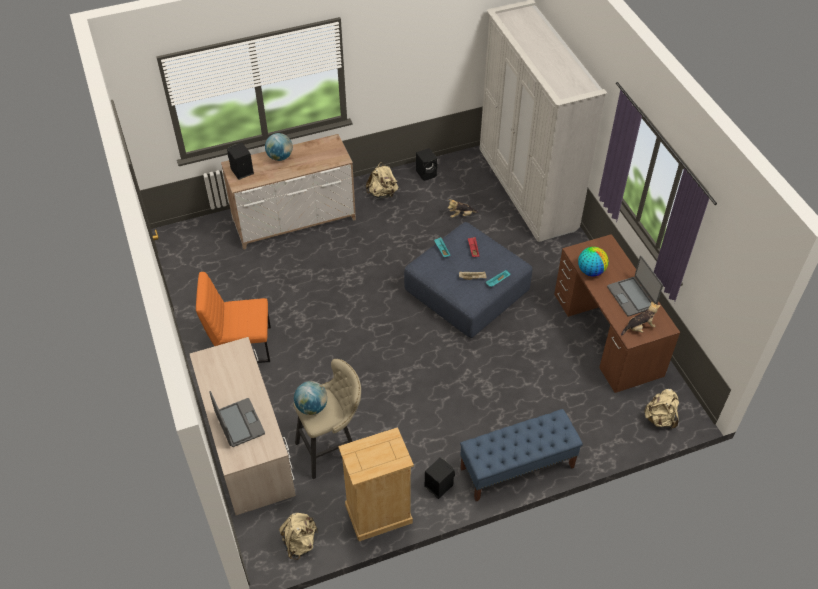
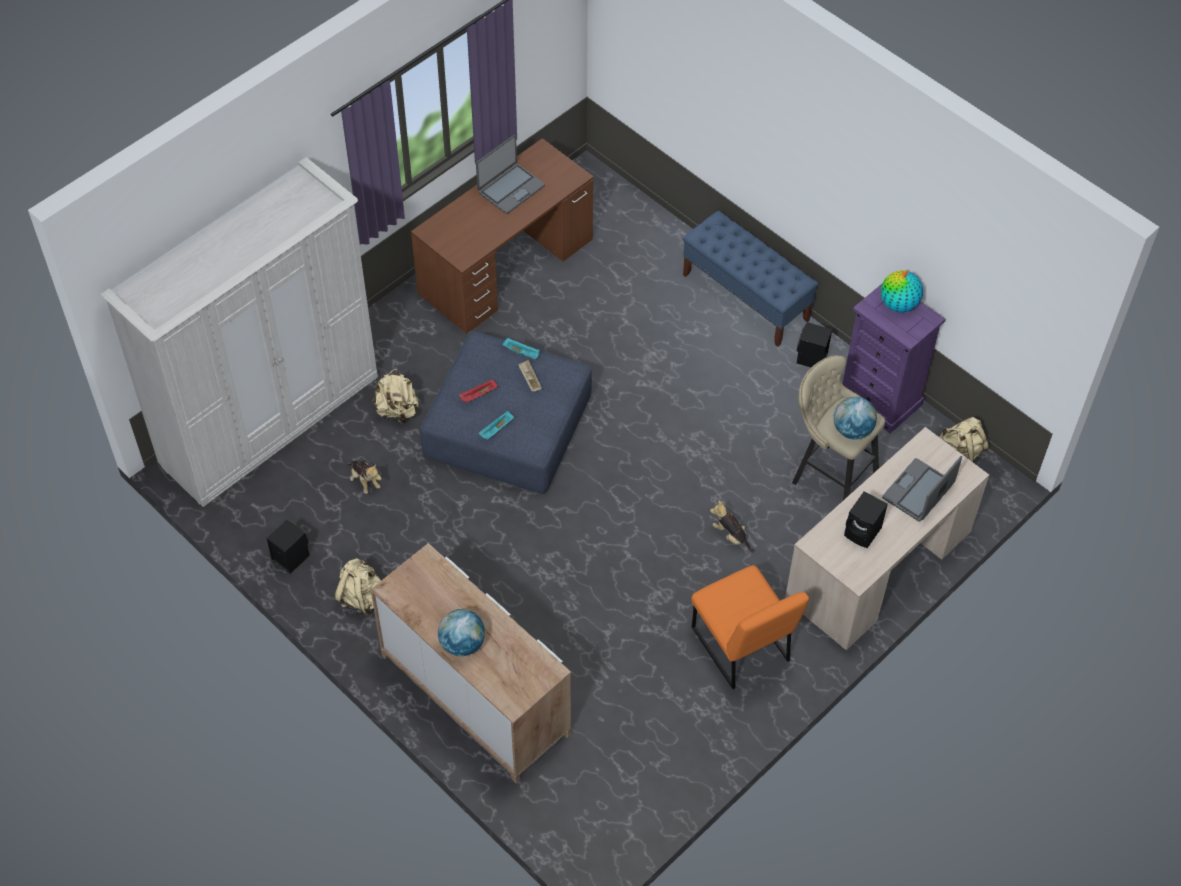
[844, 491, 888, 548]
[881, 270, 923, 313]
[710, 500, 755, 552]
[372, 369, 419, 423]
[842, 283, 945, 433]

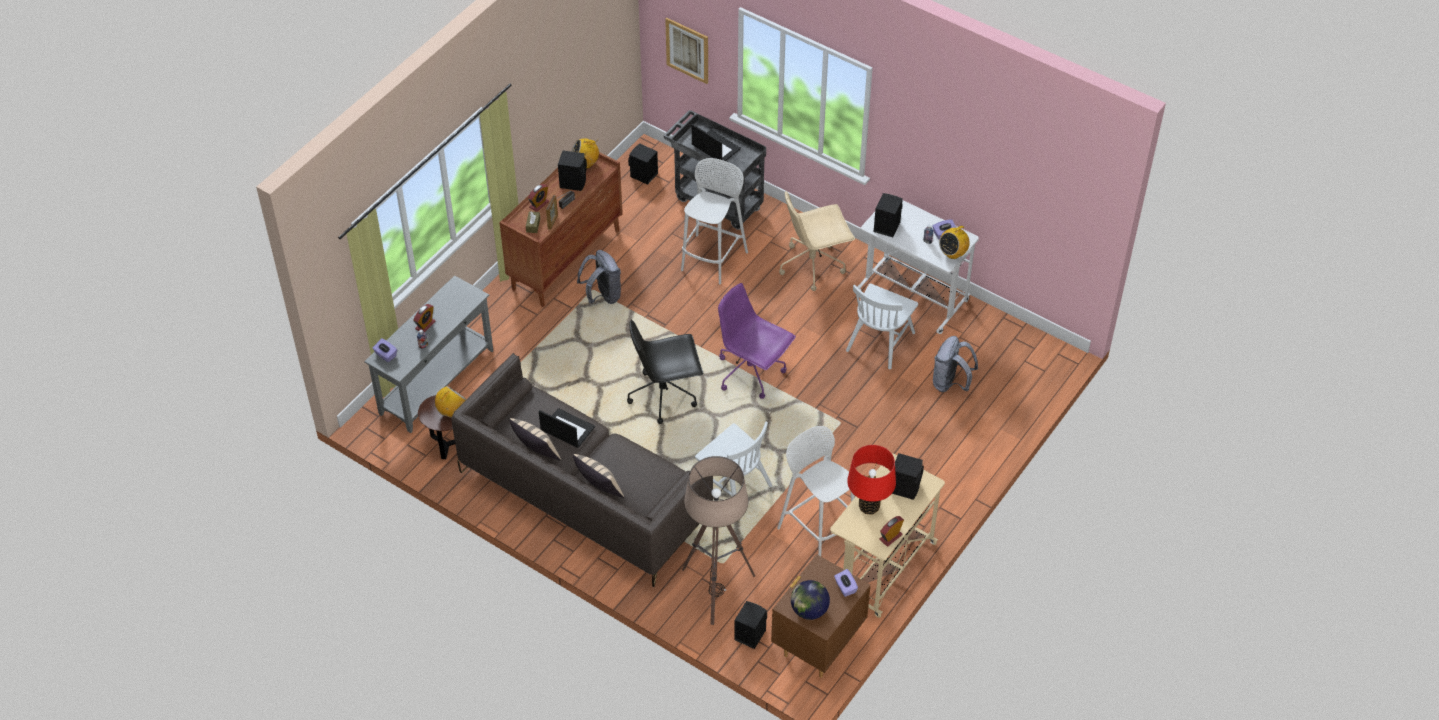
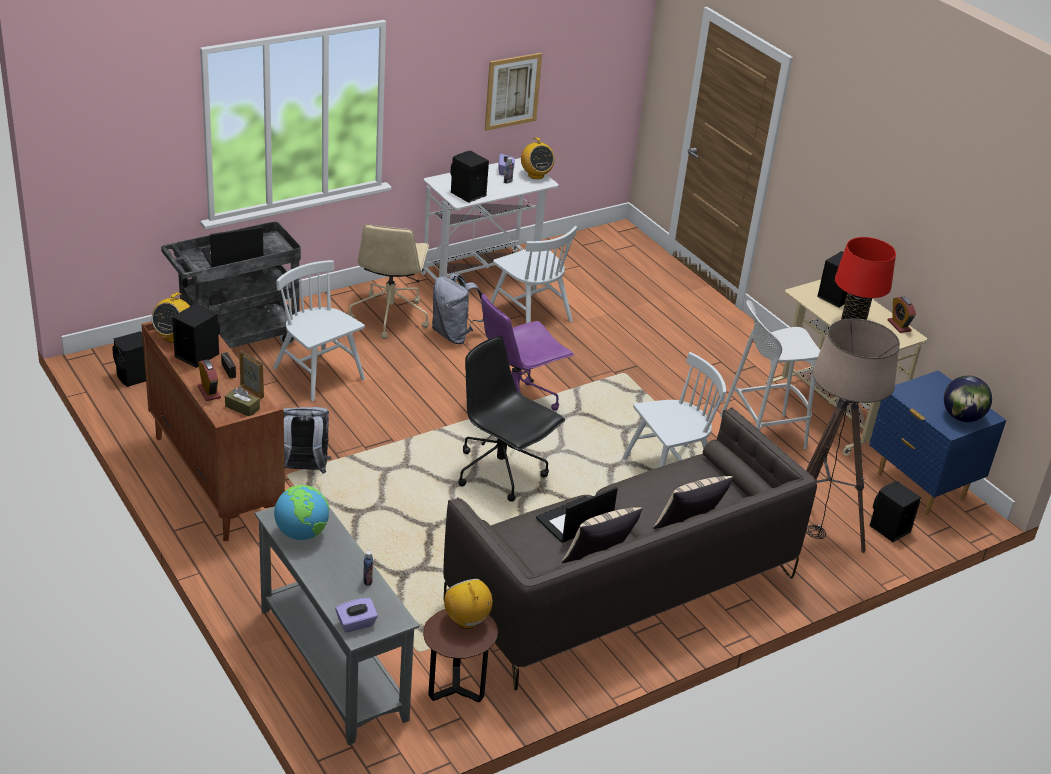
[485, 53, 542, 131]
[273, 260, 365, 401]
[413, 304, 435, 332] (first image)
[459, 336, 565, 502]
[432, 274, 484, 344]
[869, 370, 1006, 515]
[834, 569, 858, 597] (first image)
[274, 485, 329, 540]

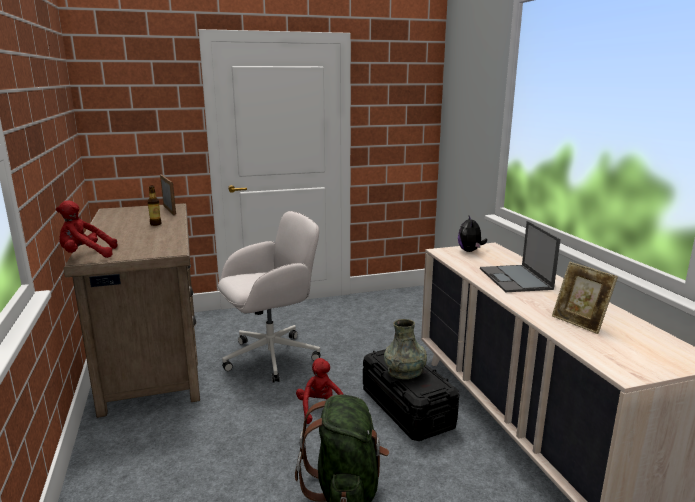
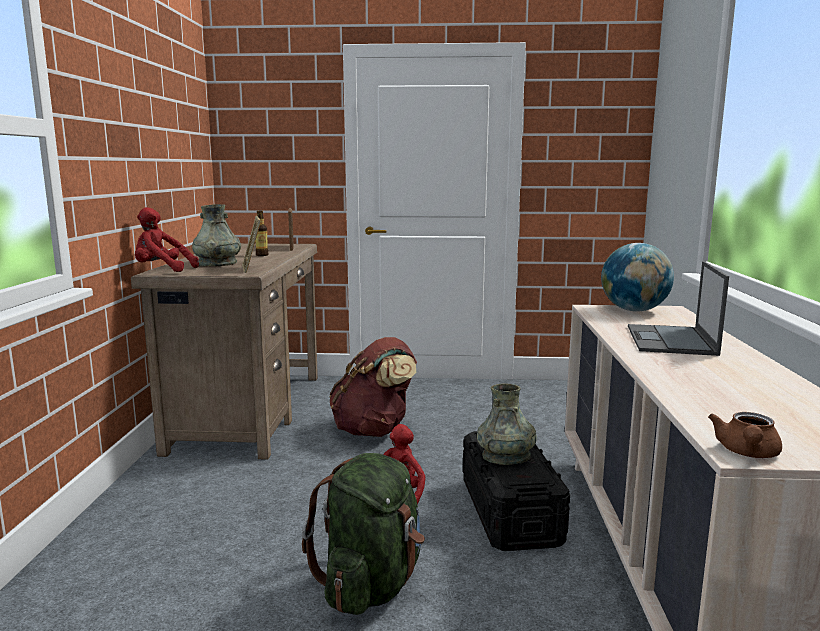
[330, 337, 417, 437]
[601, 243, 674, 312]
[242, 216, 261, 273]
[192, 204, 241, 267]
[708, 412, 782, 458]

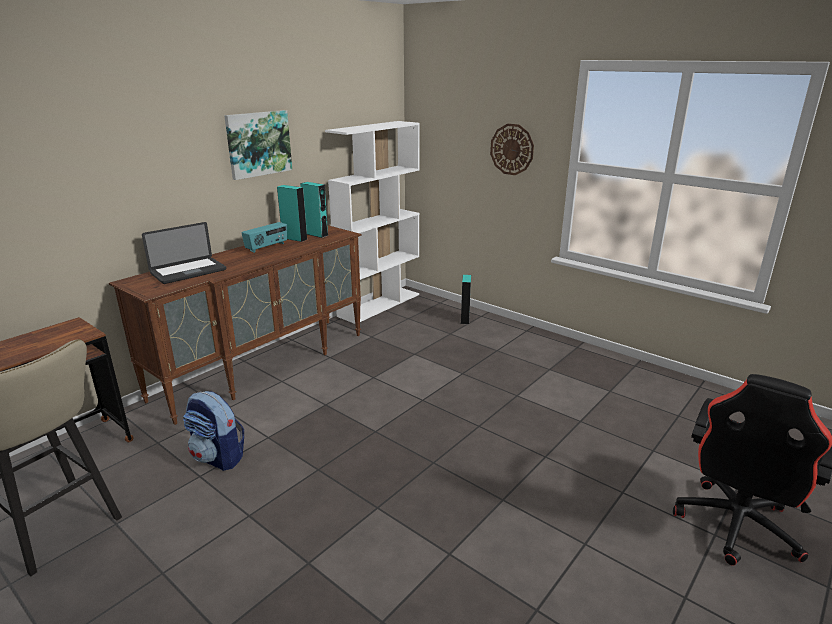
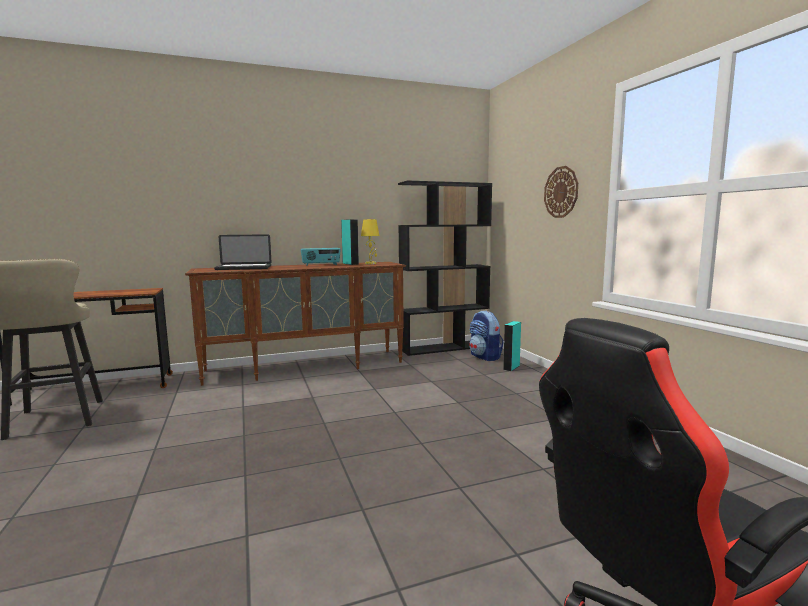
[224, 110, 292, 180] (first image)
[398, 181, 492, 356]
[361, 219, 379, 264]
[469, 311, 504, 361]

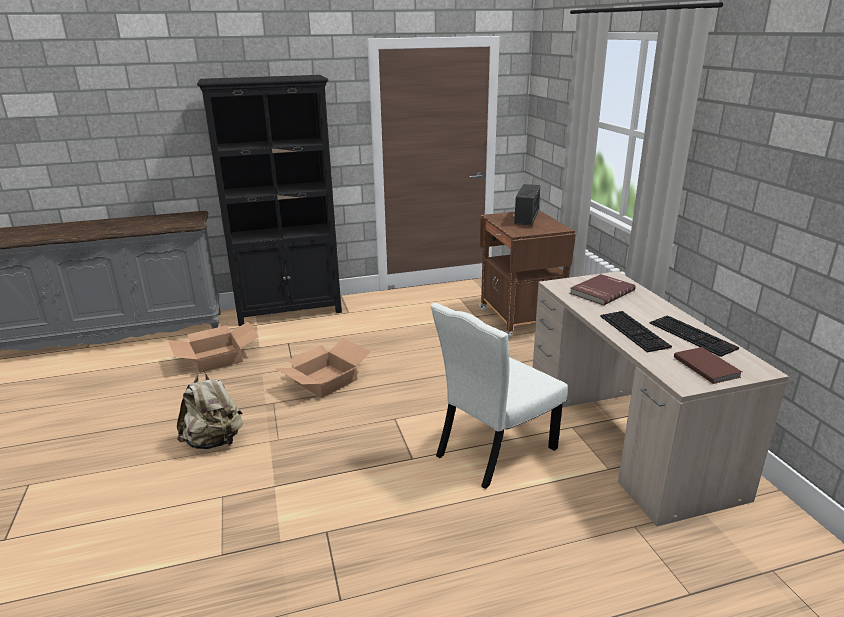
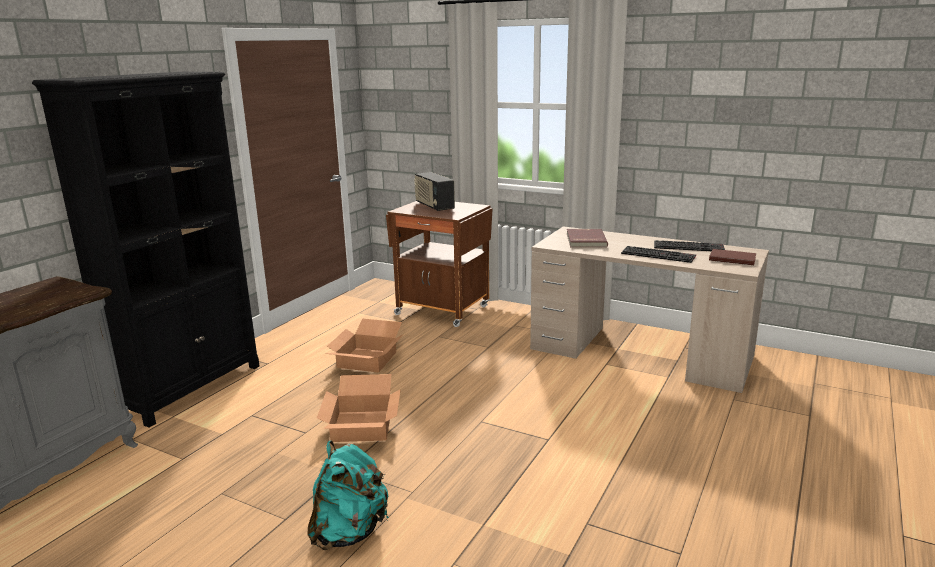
[431, 303, 568, 489] (first image)
[325, 319, 403, 373]
[307, 440, 389, 550]

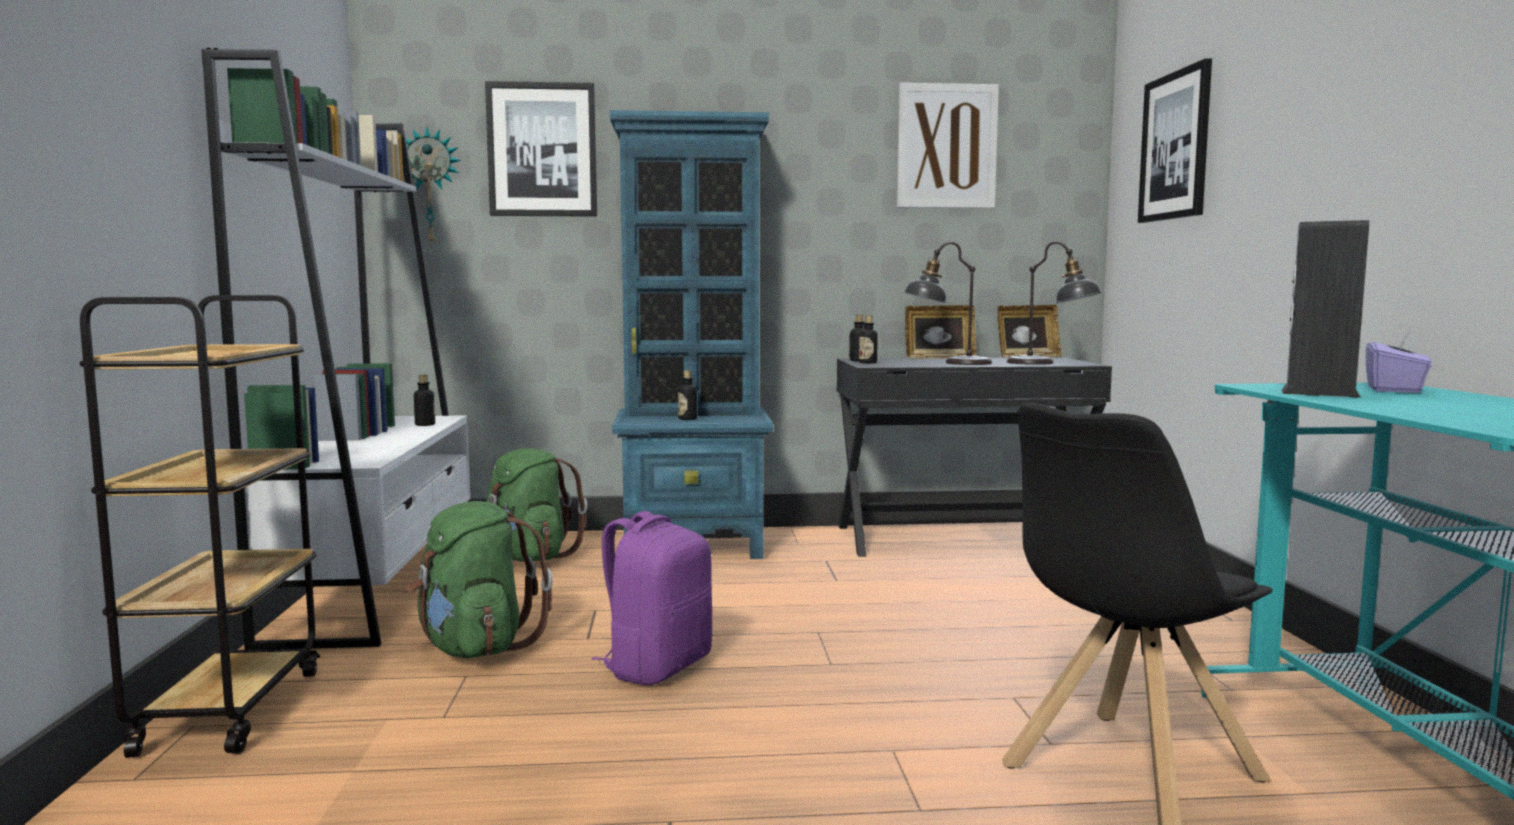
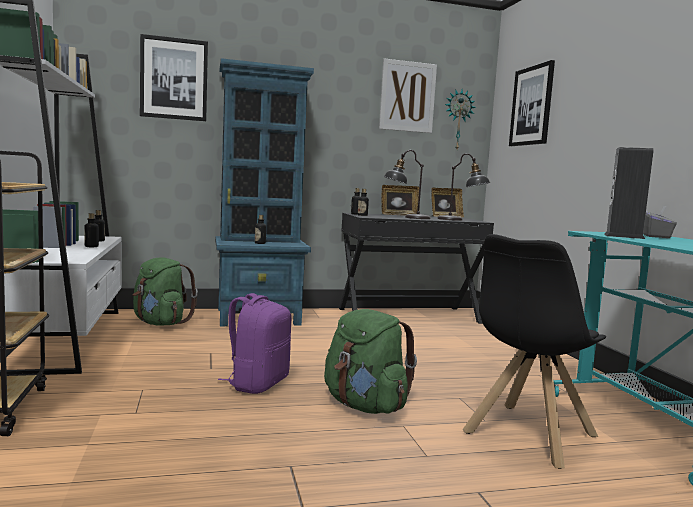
[445, 89, 476, 149]
[643, 206, 677, 238]
[324, 309, 417, 414]
[84, 213, 99, 247]

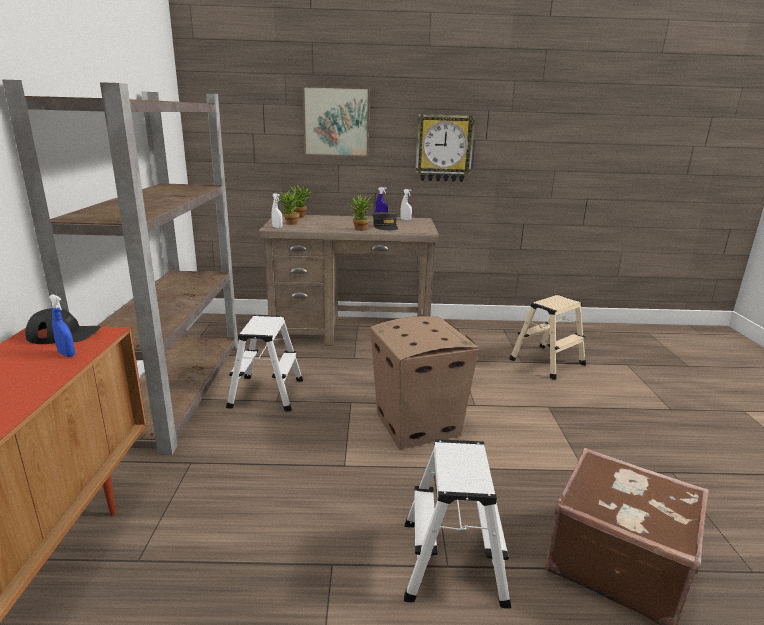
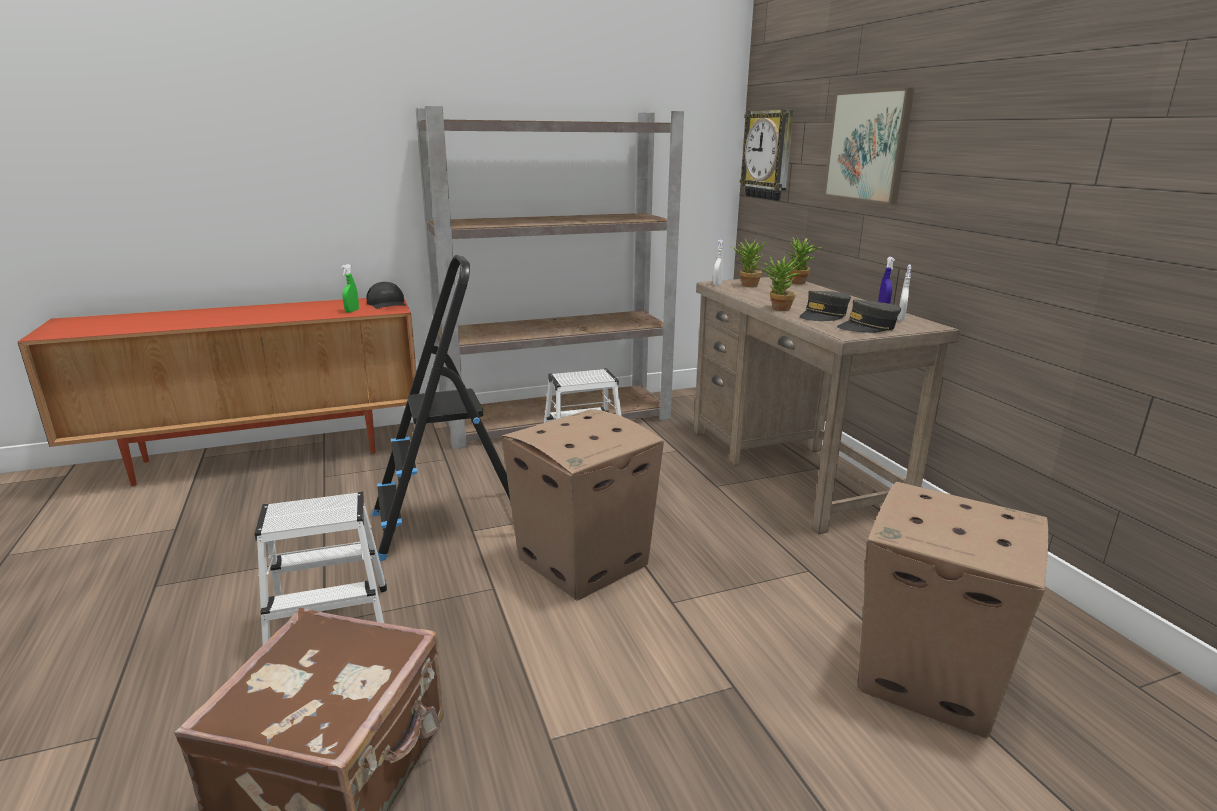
[740, 110, 794, 201]
[341, 264, 359, 313]
[857, 481, 1048, 738]
[372, 255, 511, 561]
[837, 300, 901, 333]

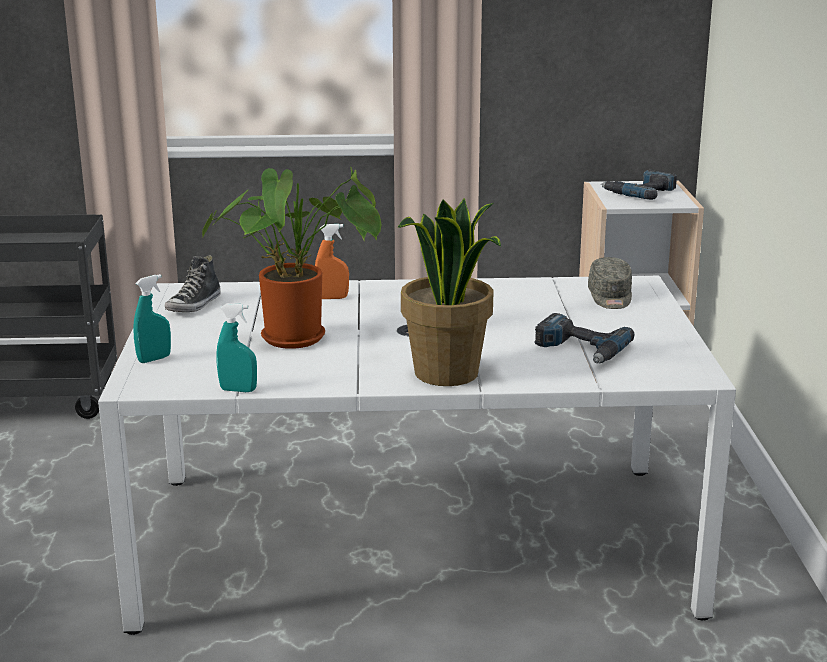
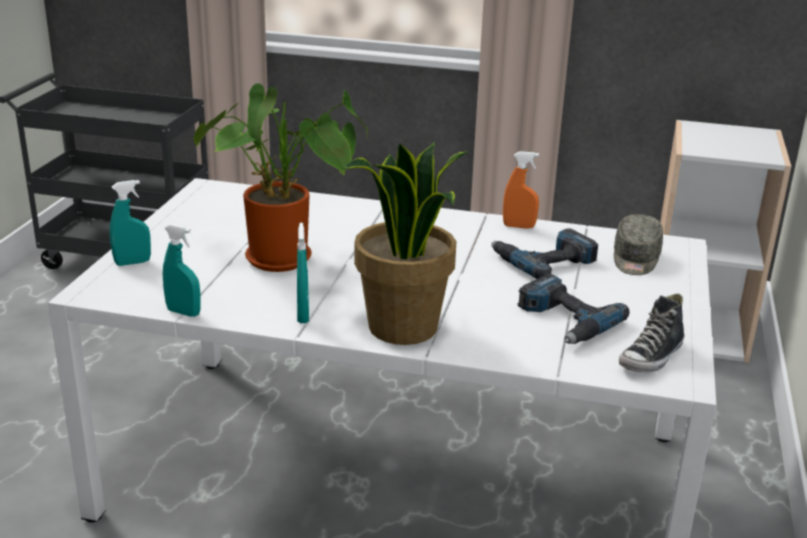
[491, 228, 598, 279]
[503, 151, 539, 229]
[619, 294, 684, 372]
[297, 222, 309, 323]

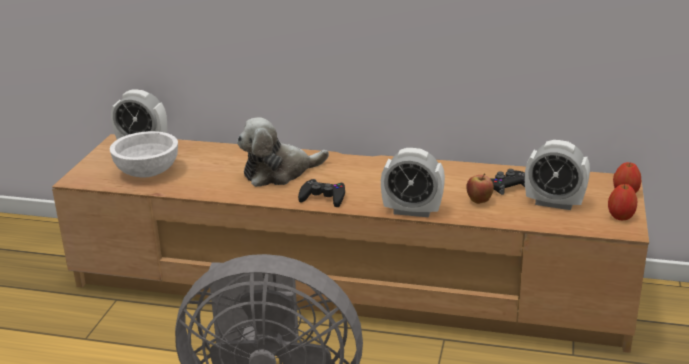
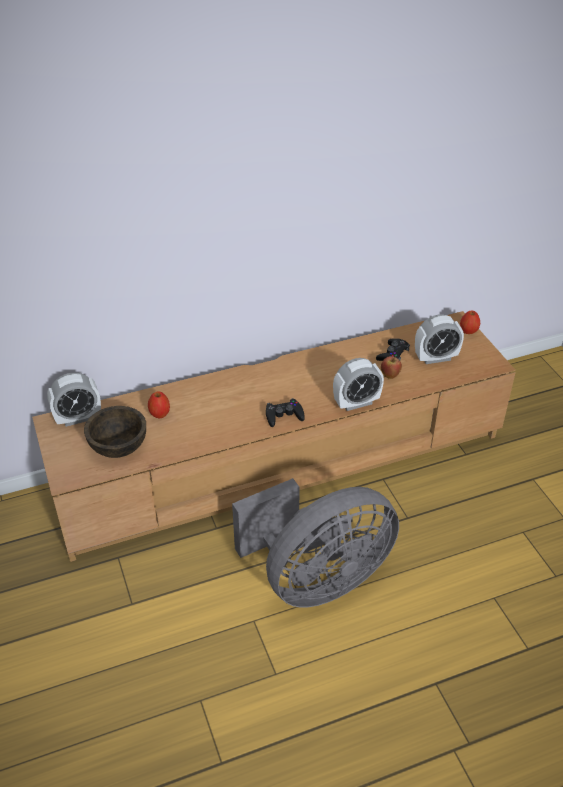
[237, 117, 329, 187] (first image)
[84, 406, 146, 458]
[148, 391, 170, 419]

